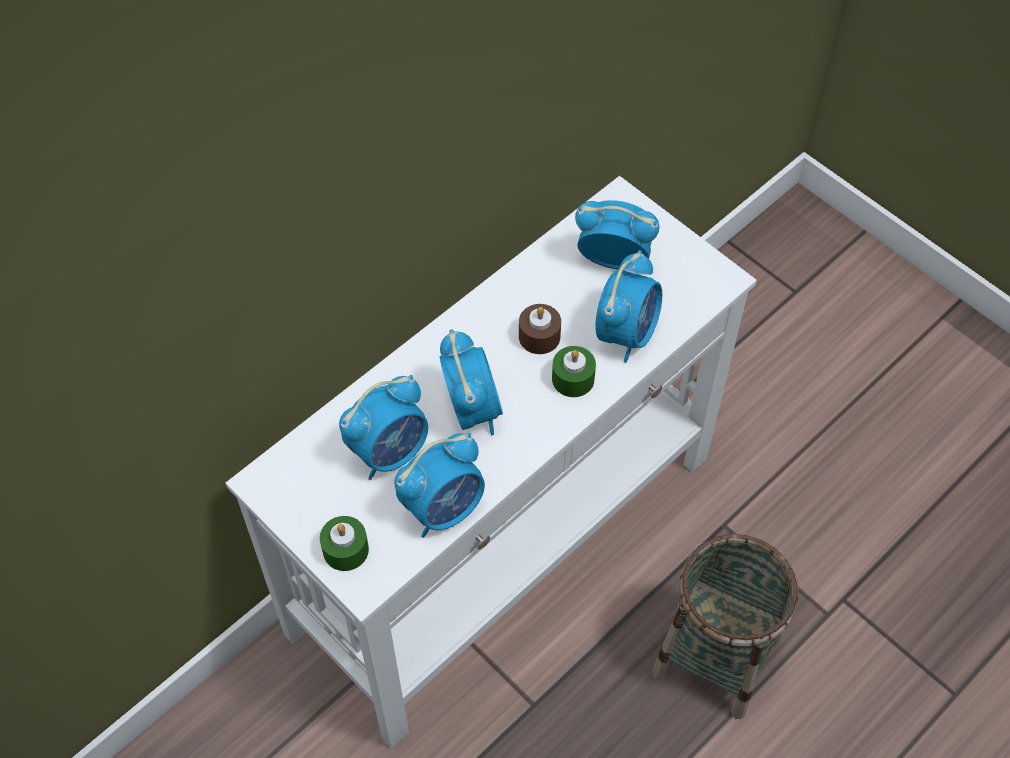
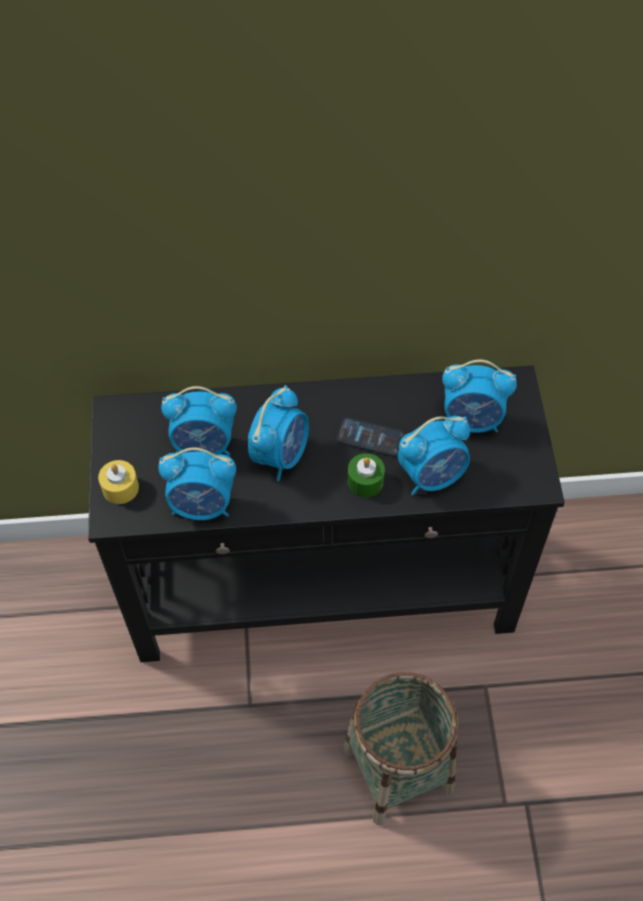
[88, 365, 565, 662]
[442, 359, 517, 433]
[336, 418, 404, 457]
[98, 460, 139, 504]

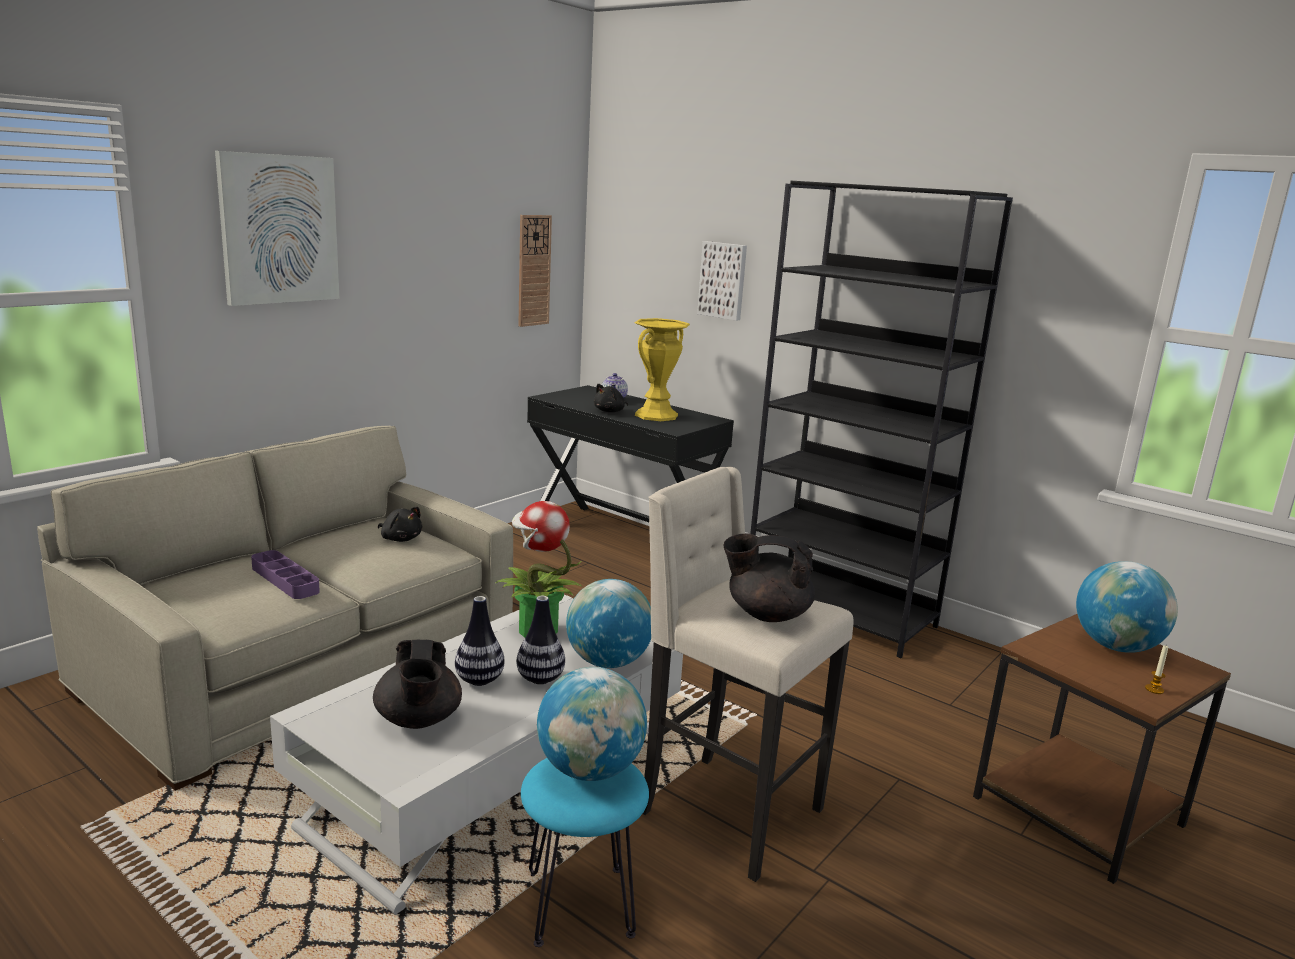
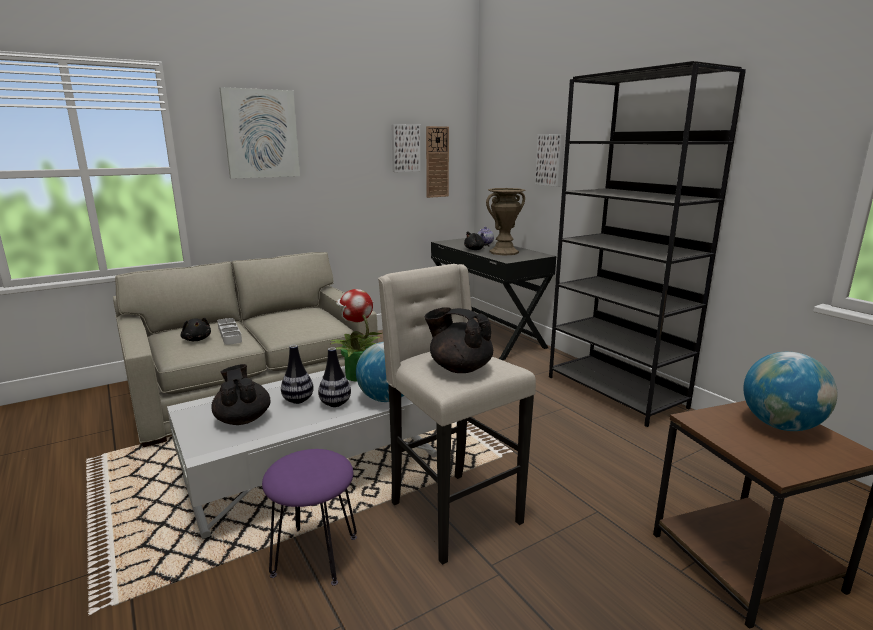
[486, 188, 526, 256]
[181, 318, 211, 341]
[217, 318, 242, 345]
[211, 364, 271, 425]
[1145, 645, 1168, 694] (first image)
[537, 667, 647, 781] (first image)
[262, 449, 357, 586]
[391, 124, 421, 172]

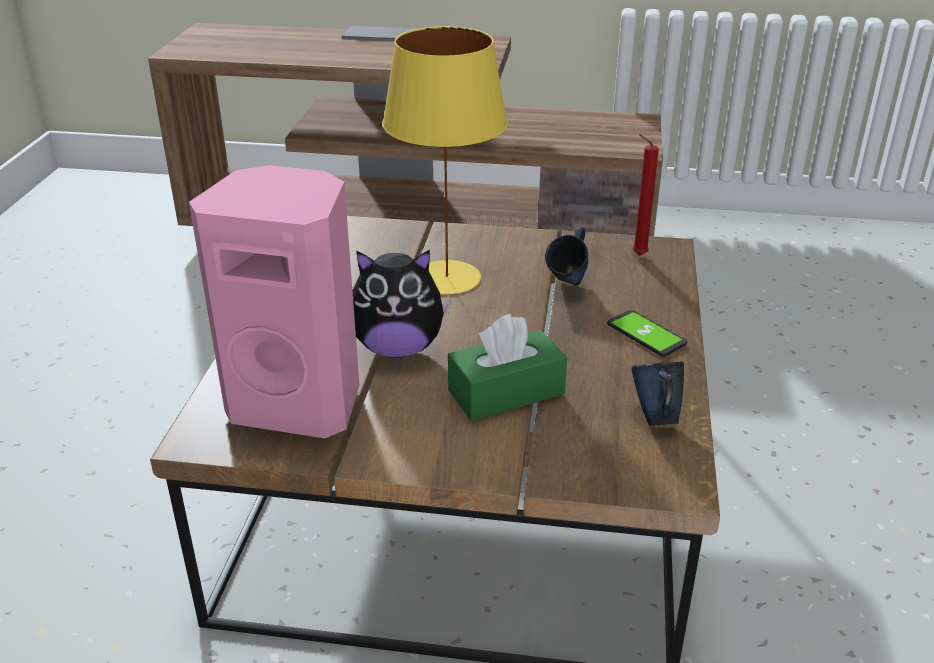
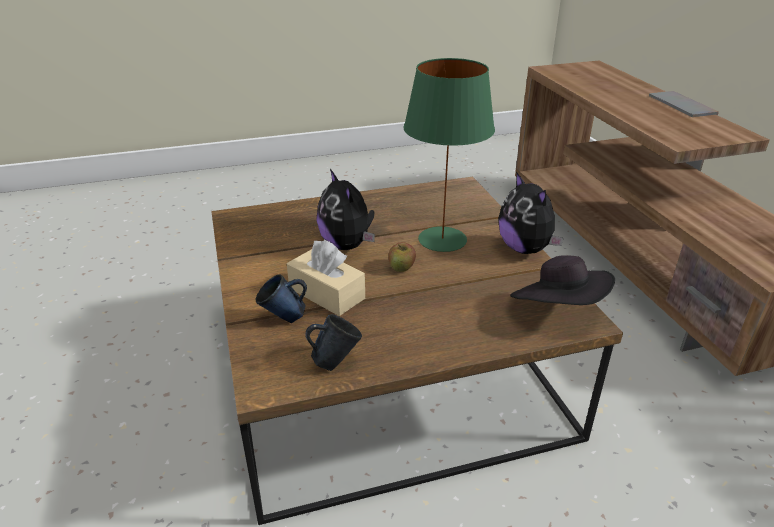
[403, 58, 495, 252]
[510, 255, 615, 305]
[189, 165, 359, 438] (first image)
[255, 274, 307, 323]
[607, 310, 687, 356] (first image)
[287, 240, 365, 316]
[498, 172, 564, 254]
[388, 242, 416, 272]

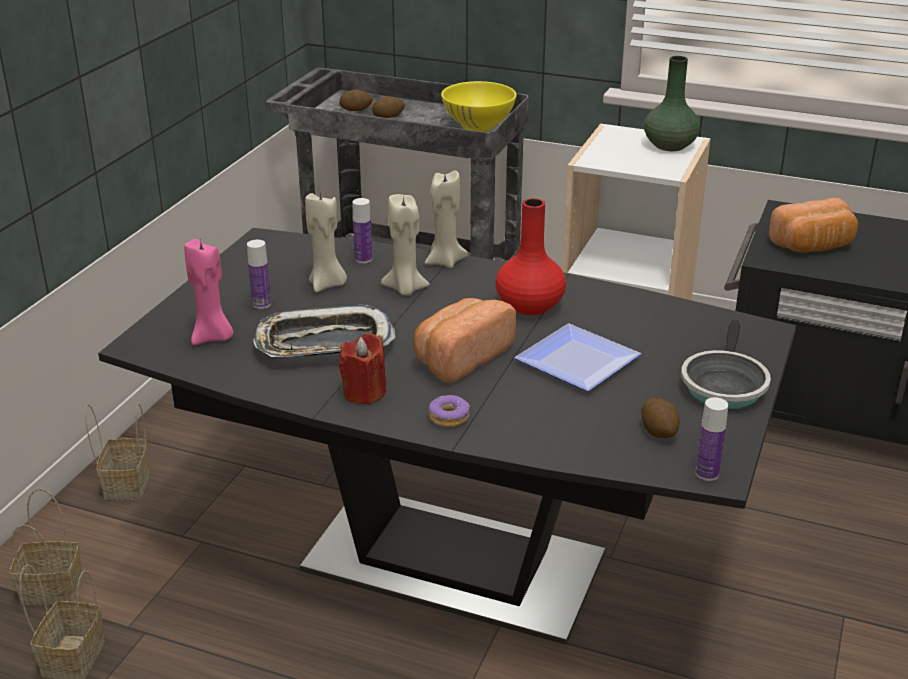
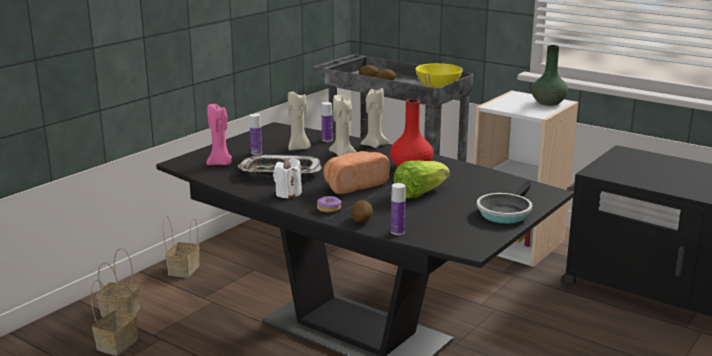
[769, 198, 858, 253] (first image)
[394, 161, 450, 199]
[273, 158, 302, 199]
[352, 200, 373, 222]
[391, 183, 406, 235]

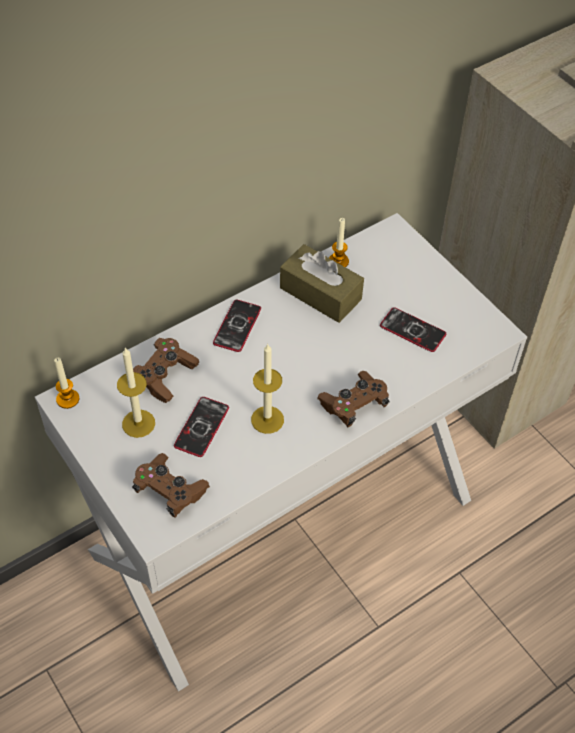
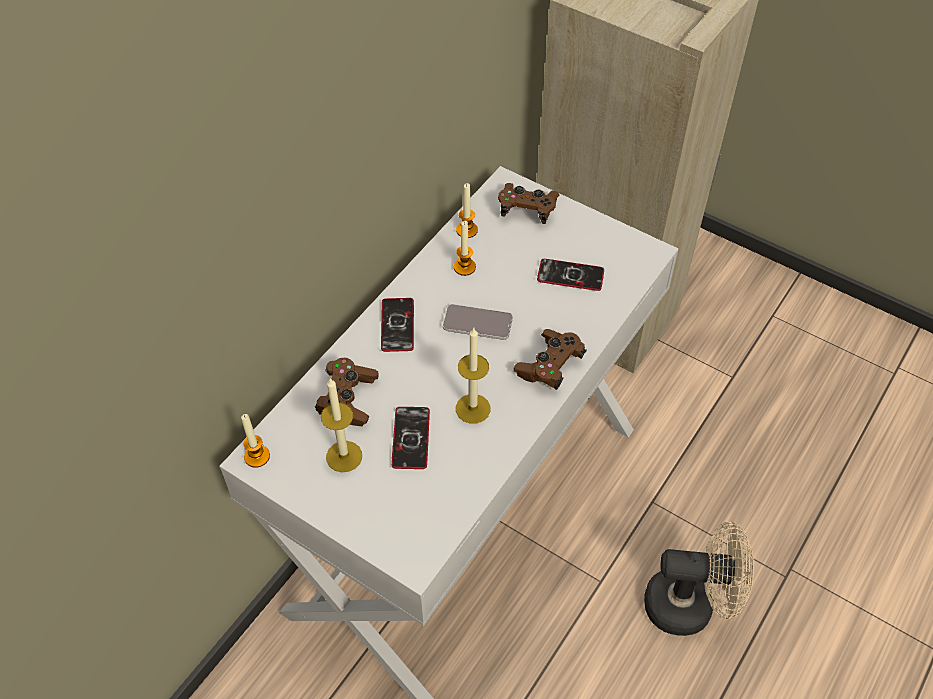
[454, 221, 476, 276]
[498, 183, 559, 224]
[443, 304, 513, 340]
[644, 522, 754, 636]

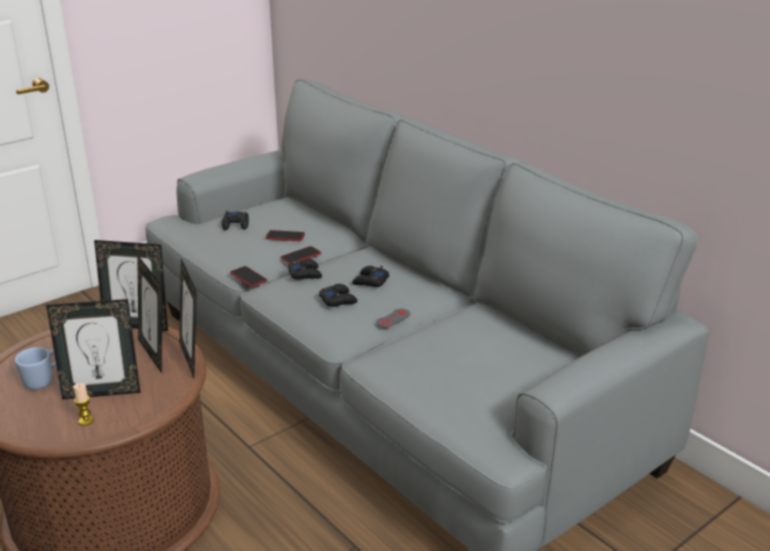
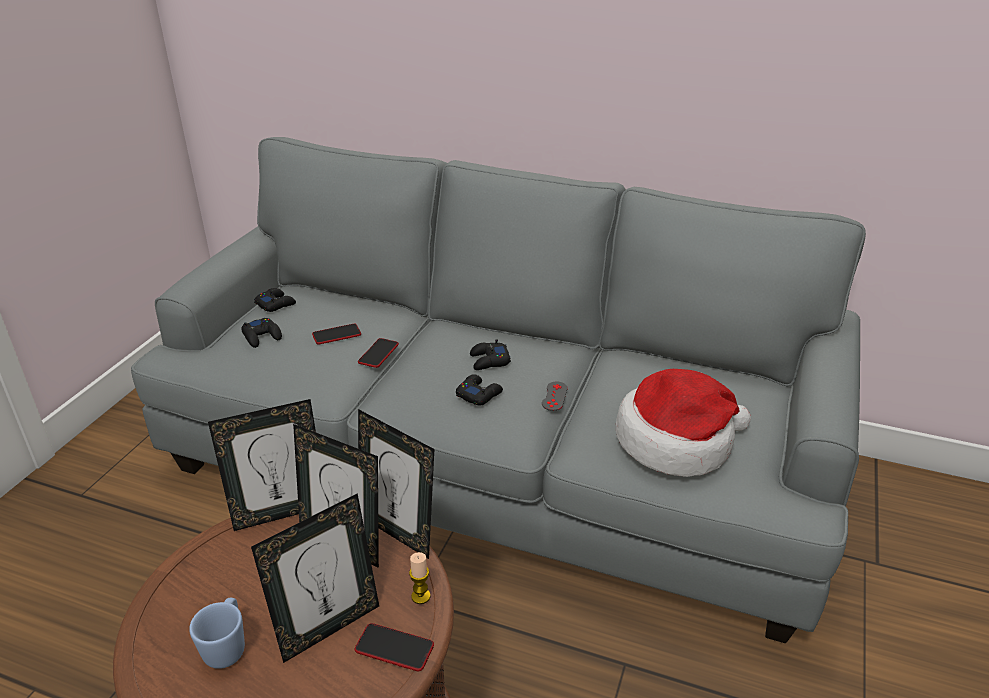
[254, 288, 296, 312]
[355, 623, 434, 671]
[409, 552, 431, 604]
[616, 369, 751, 477]

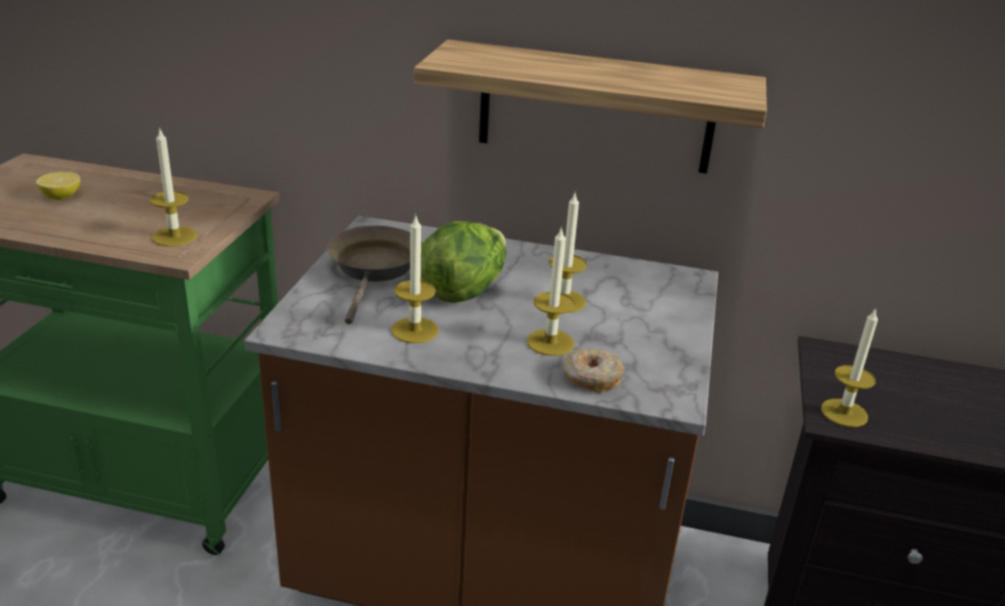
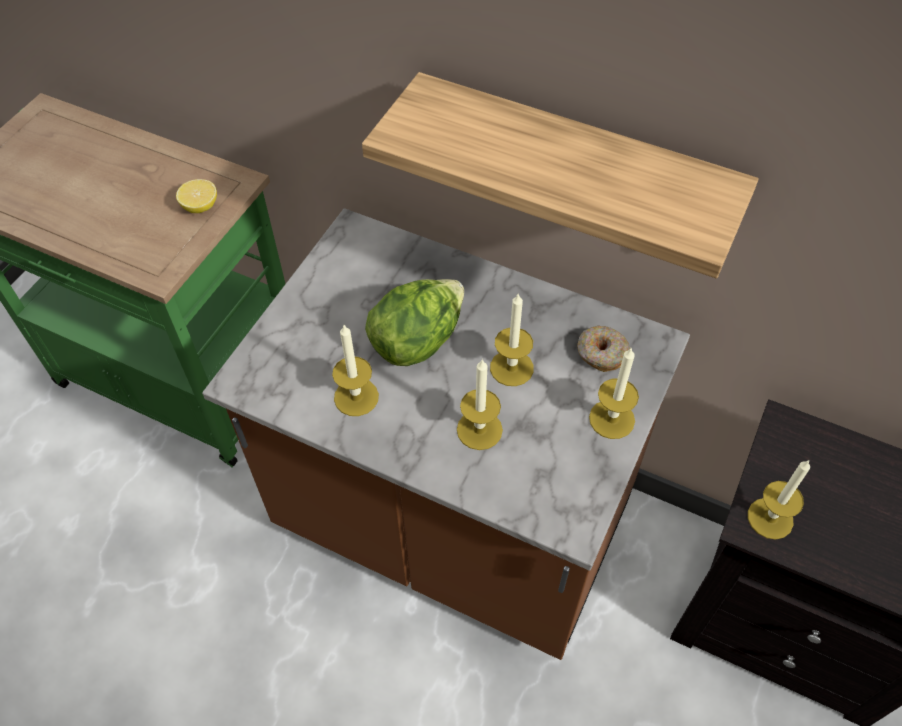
[589, 348, 639, 439]
[176, 179, 217, 213]
[327, 226, 422, 324] (first image)
[577, 326, 630, 372]

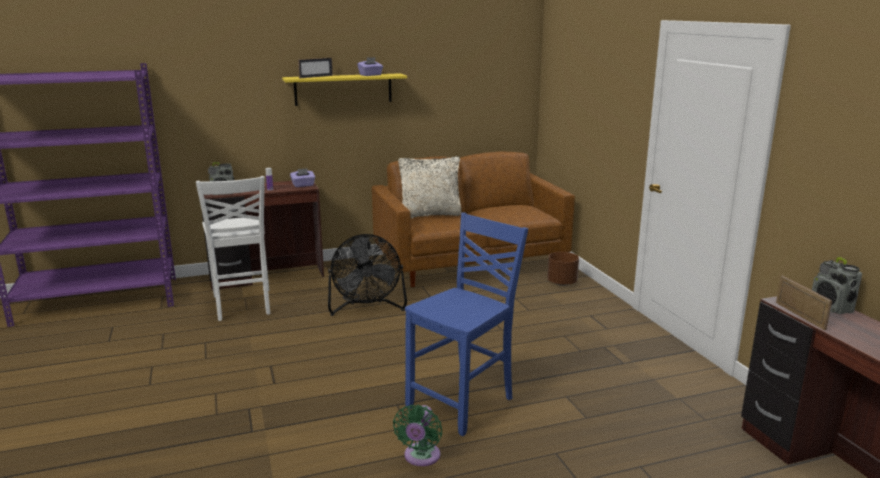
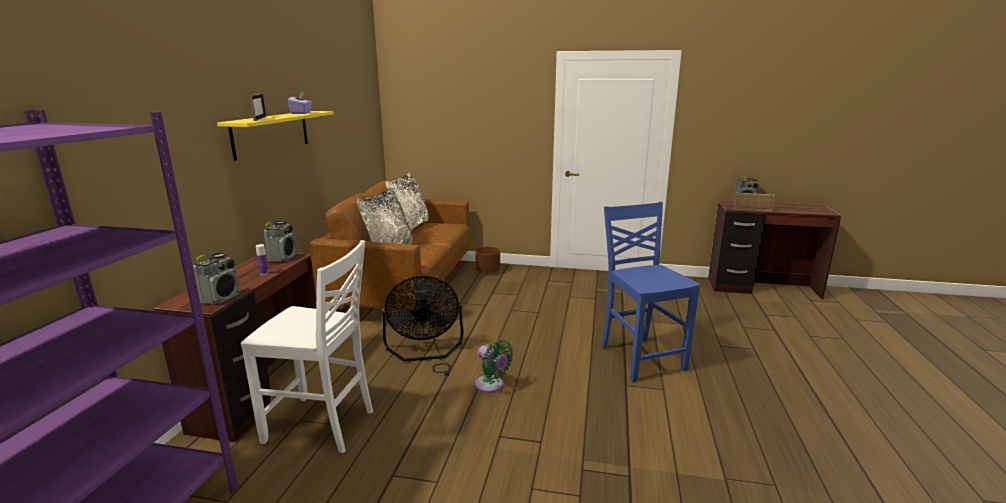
[264, 220, 297, 262]
[382, 276, 463, 376]
[475, 340, 513, 393]
[386, 173, 429, 231]

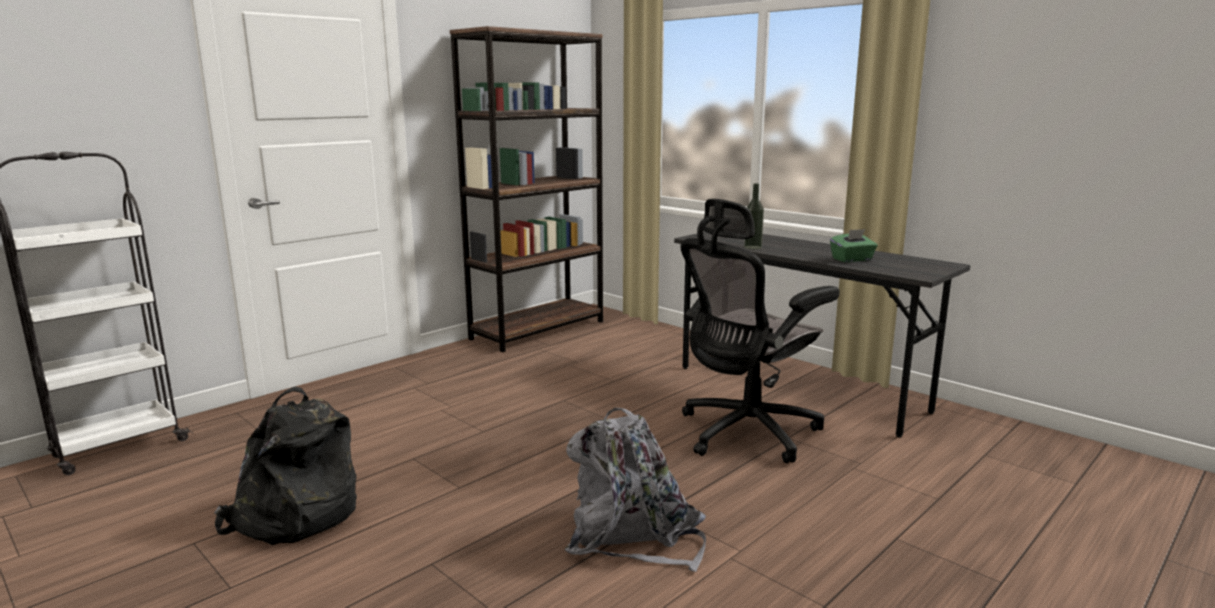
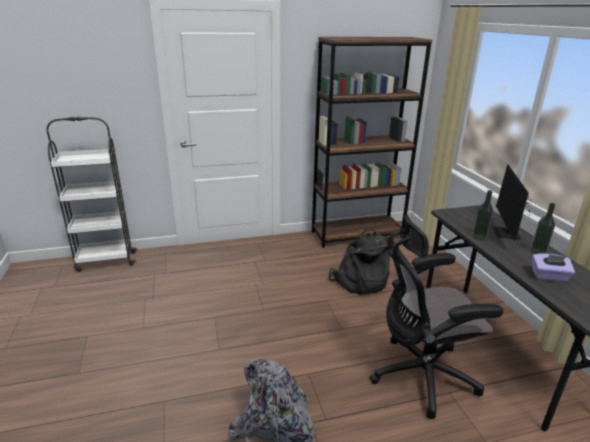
[532, 254, 575, 282]
[329, 228, 390, 295]
[493, 164, 532, 240]
[530, 203, 556, 254]

